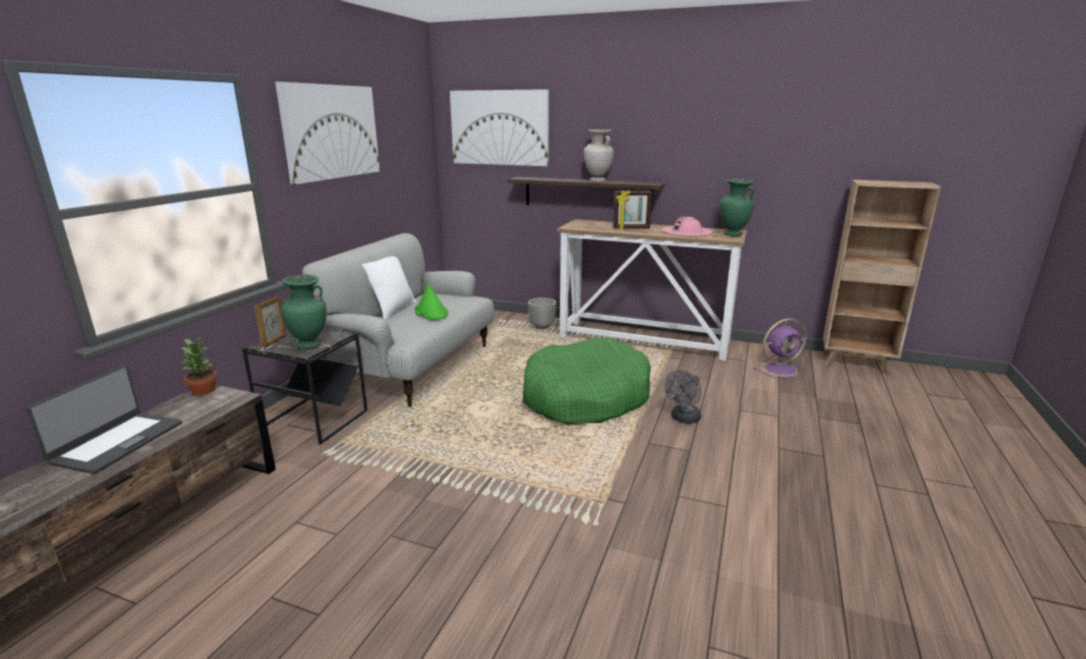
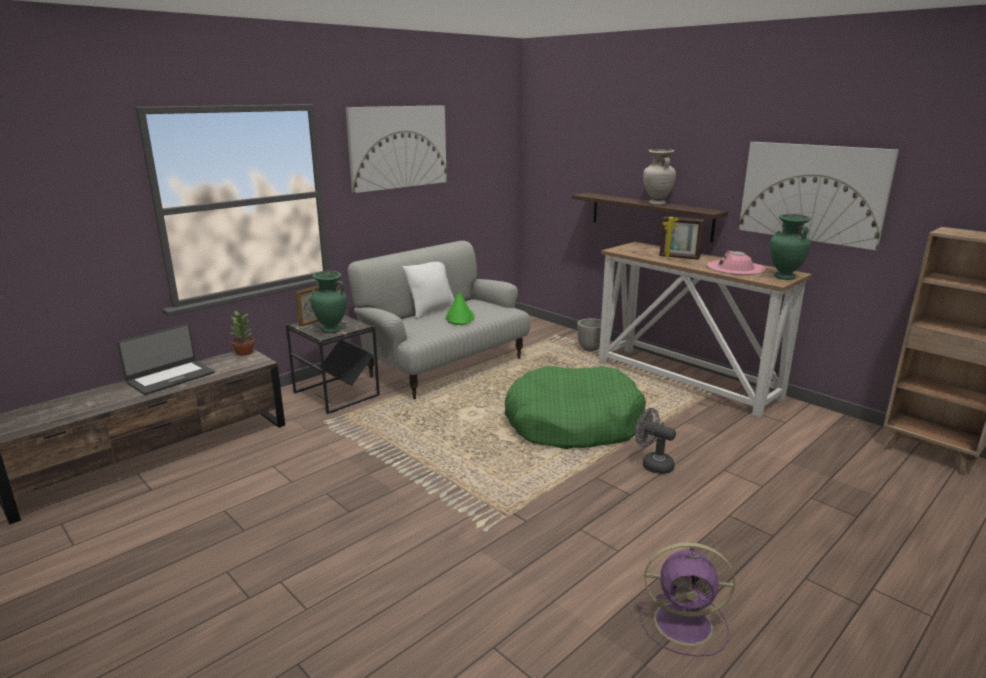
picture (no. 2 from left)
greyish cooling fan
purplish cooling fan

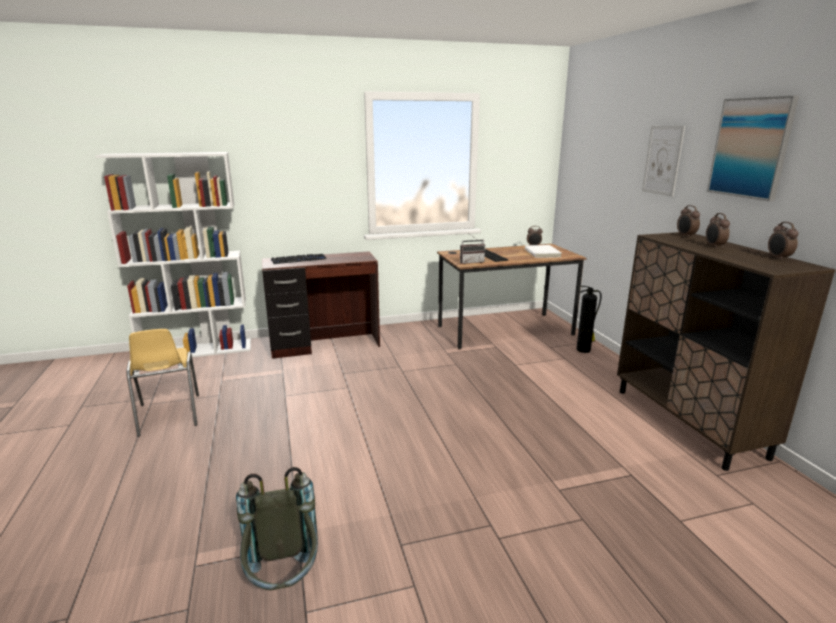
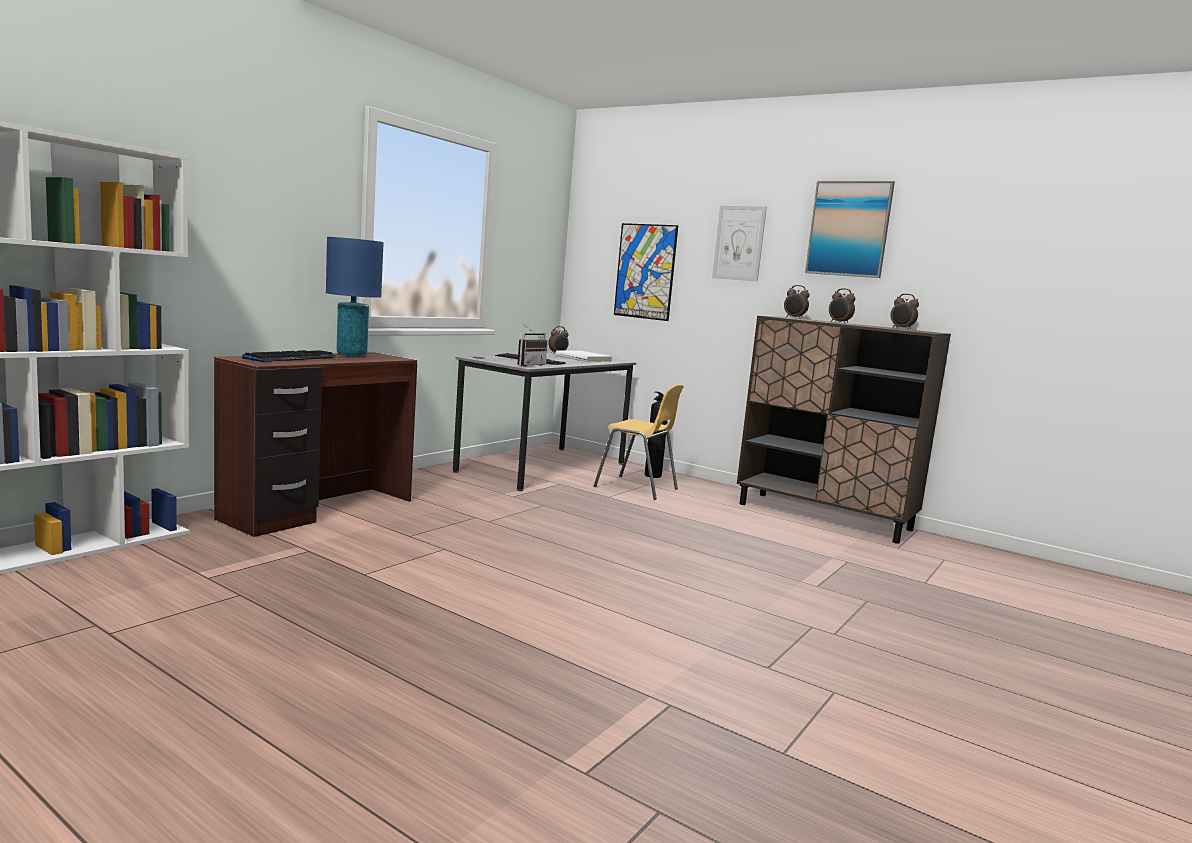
yellowish upright chair
greyish backpack
greyish desk
blue tabletop lamp
picture (no. 1 from left)

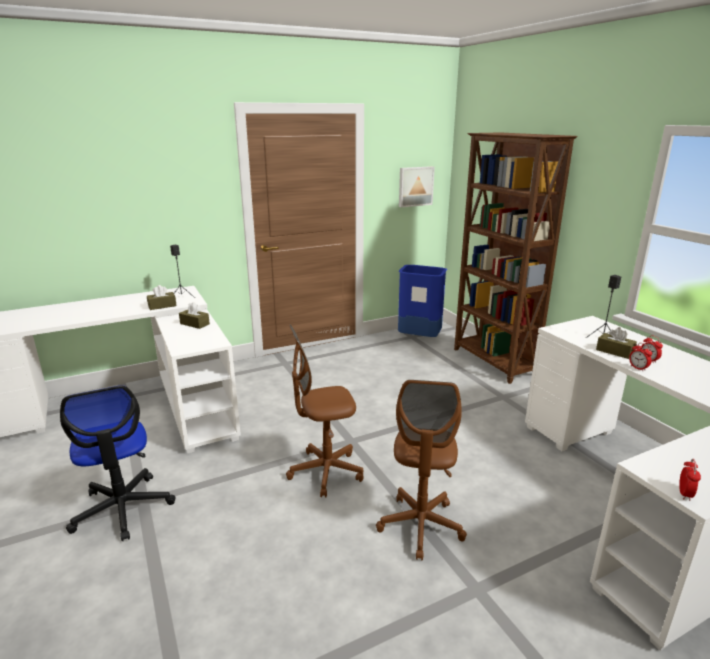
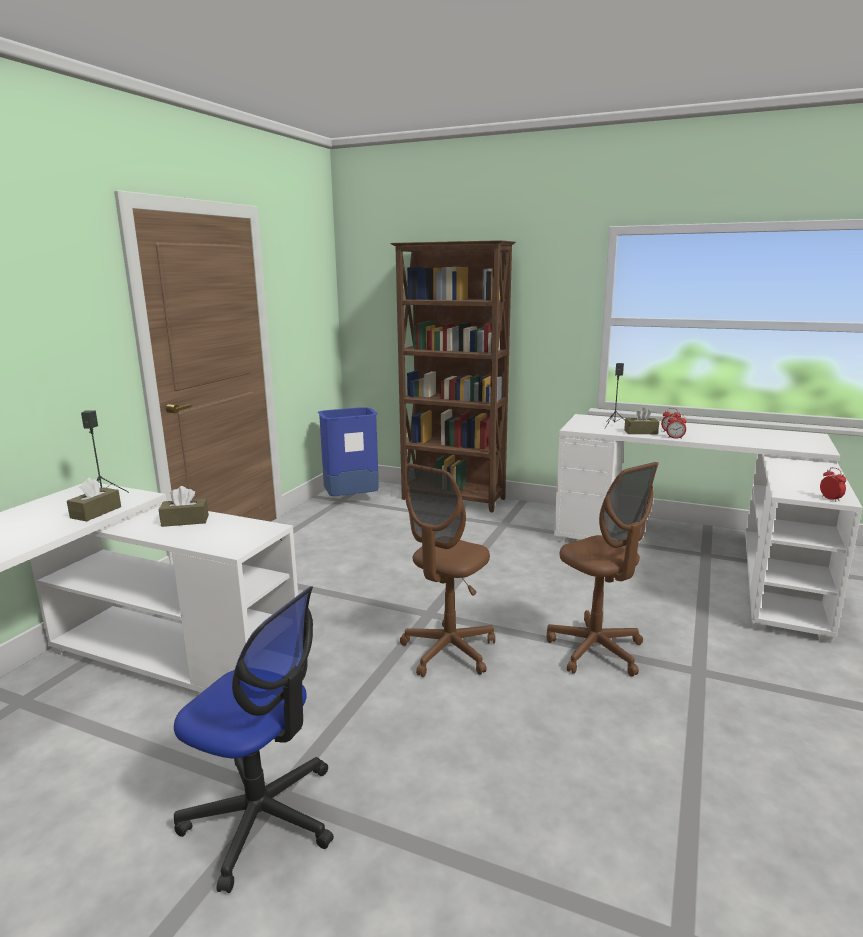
picture

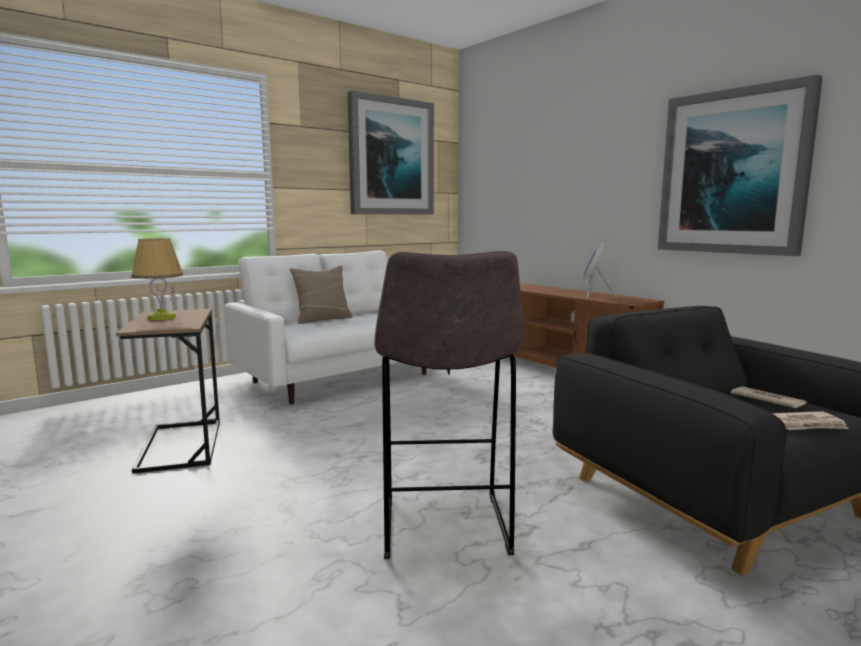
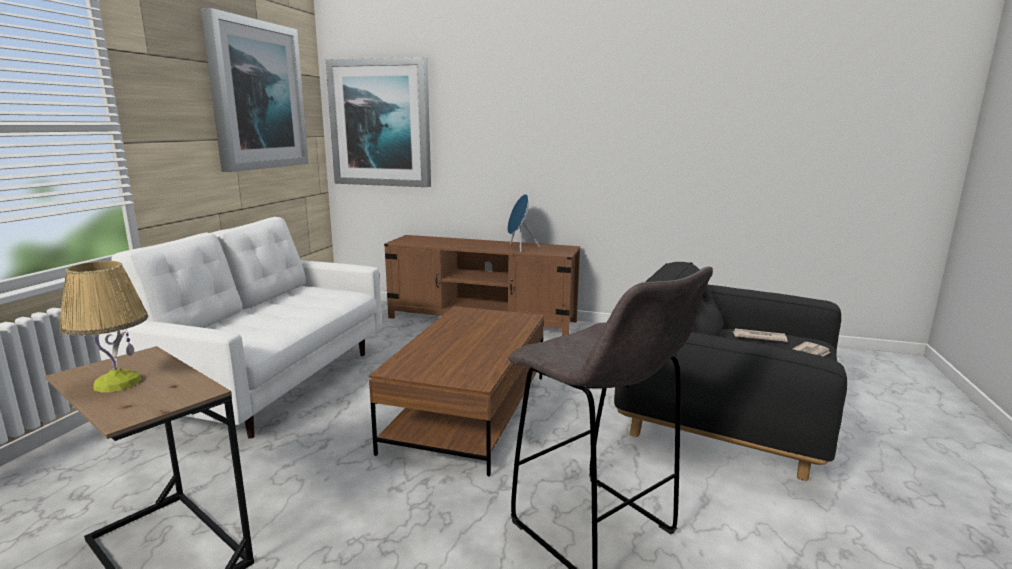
beige-coloured pillow
picture (no. 2 from left)
brown-coloured coffee table

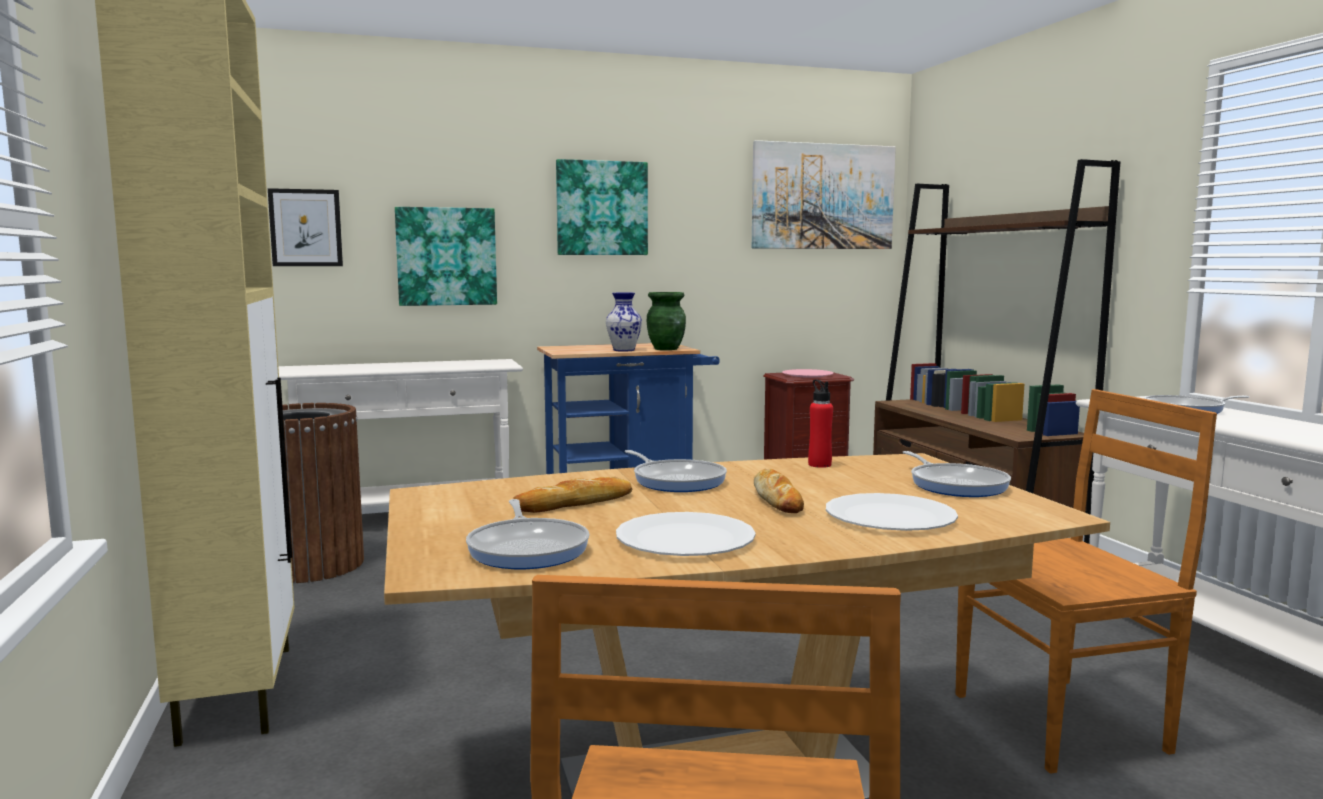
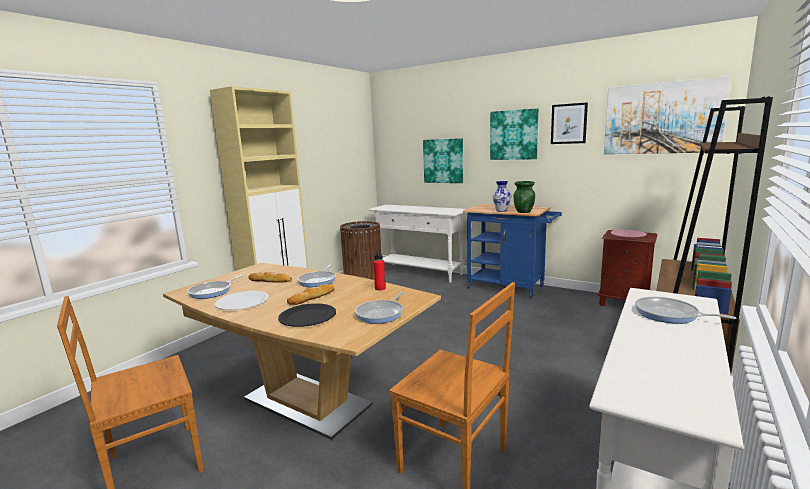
picture (no. 3 from left)
black-coloured dinner plate

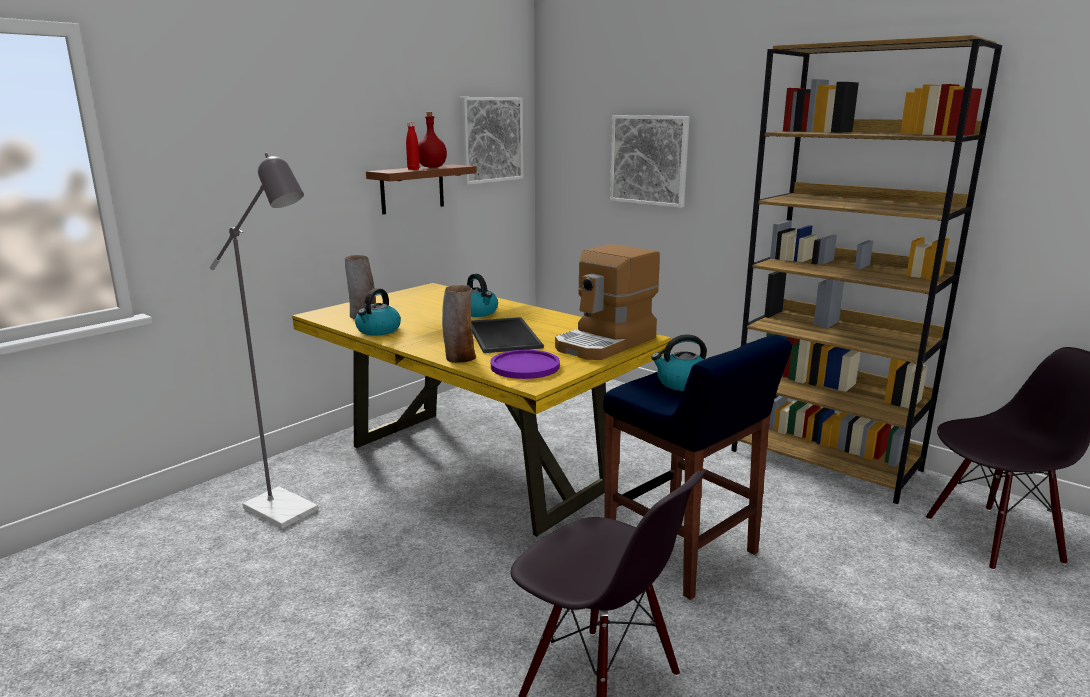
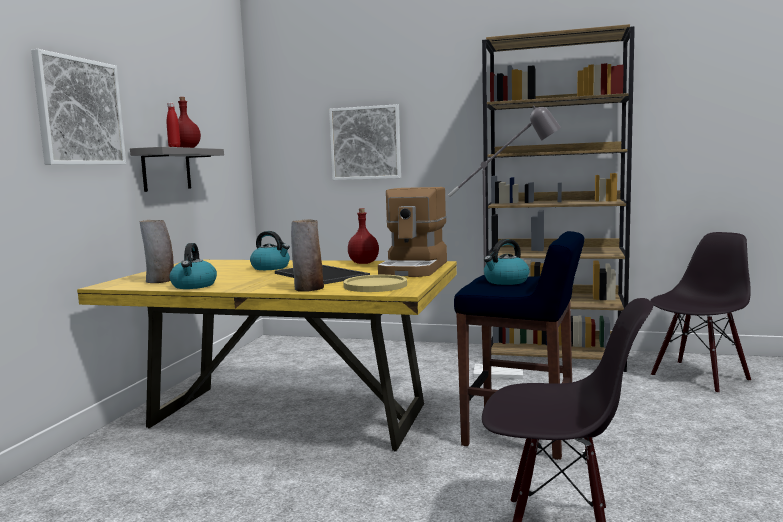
greyish standing lamp
greyish bracket shelf
picture (no. 1 from left)
yellowish dinner plate
red bottle (no. 3 from left)

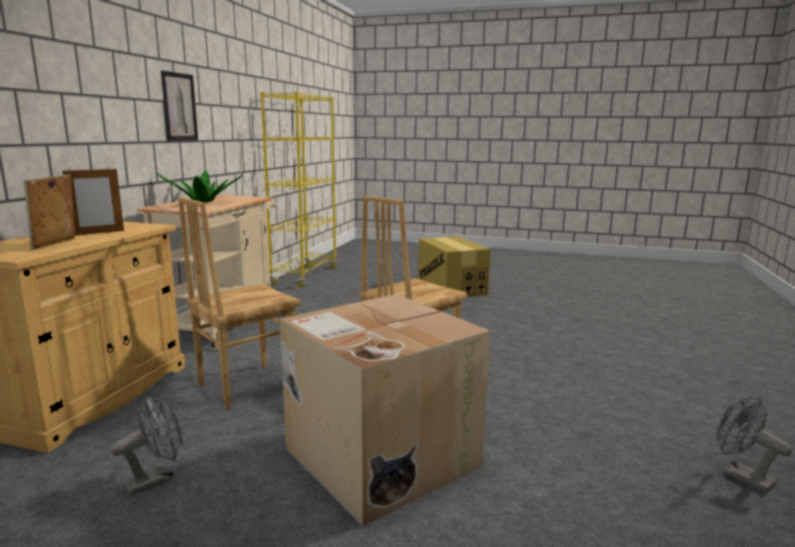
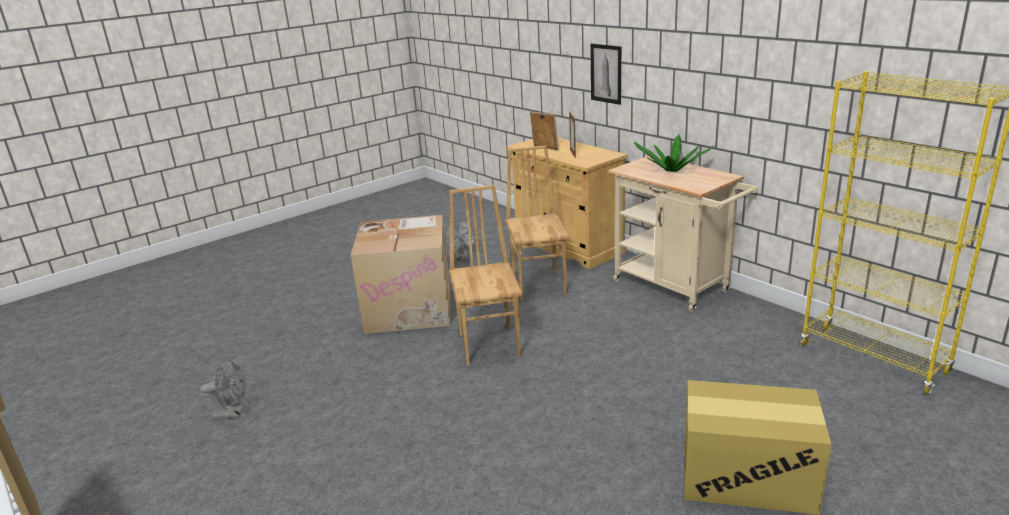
picture

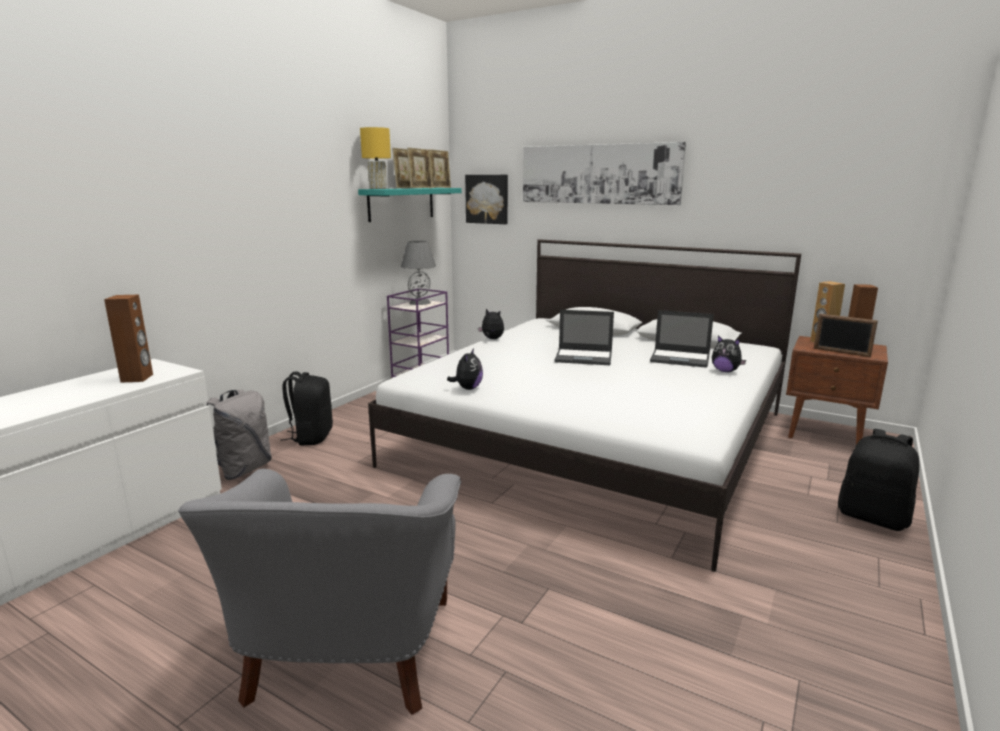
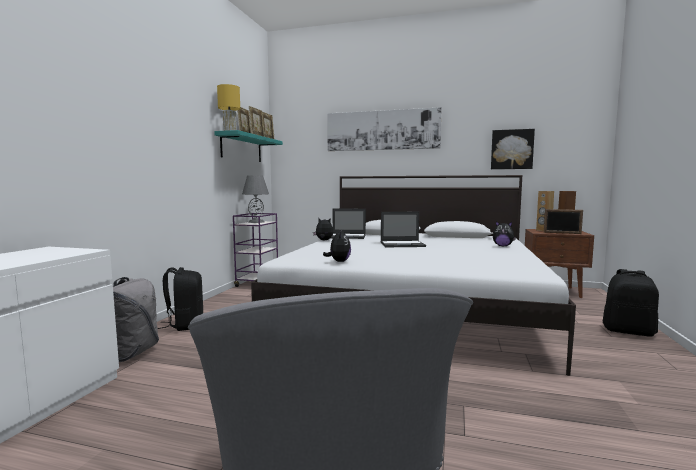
brown-coloured audio speaker (no. 1 from left in the first image)
picture (no. 2 from left)
notebook computer (no. 1 from left)

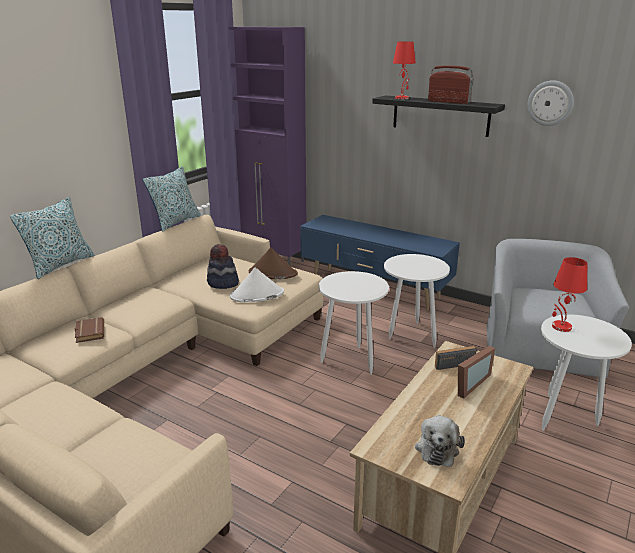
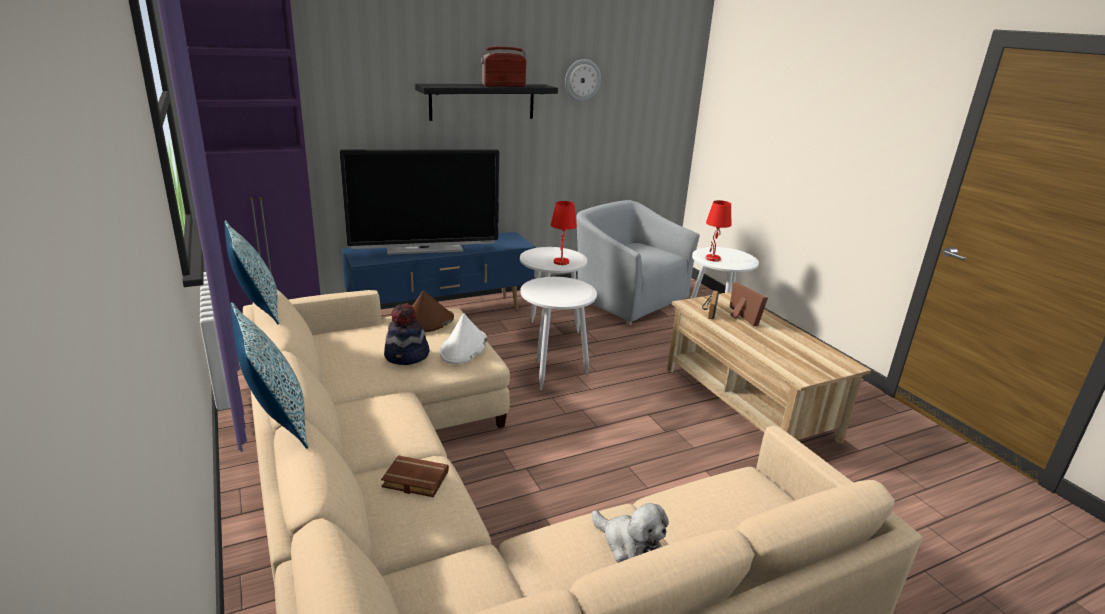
red tabletop lamp (no. 1 from left)
plush toy
TV

